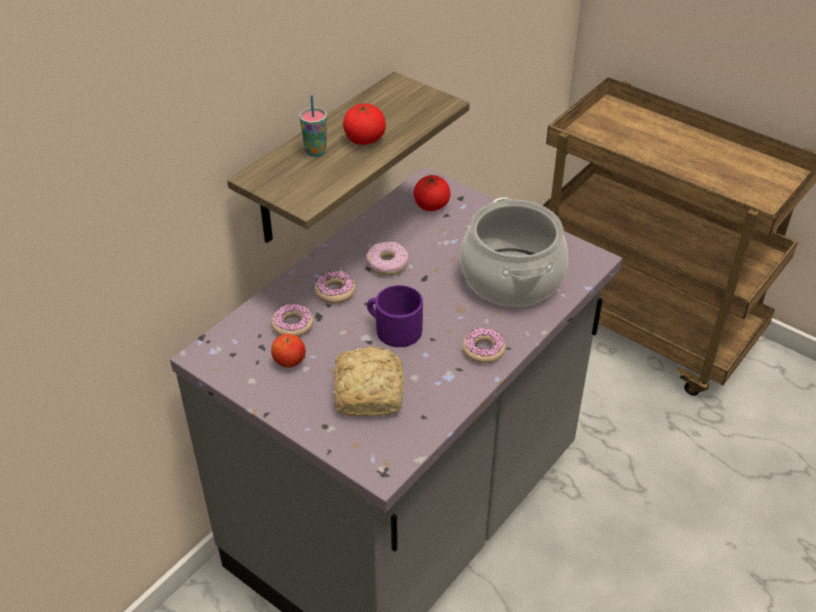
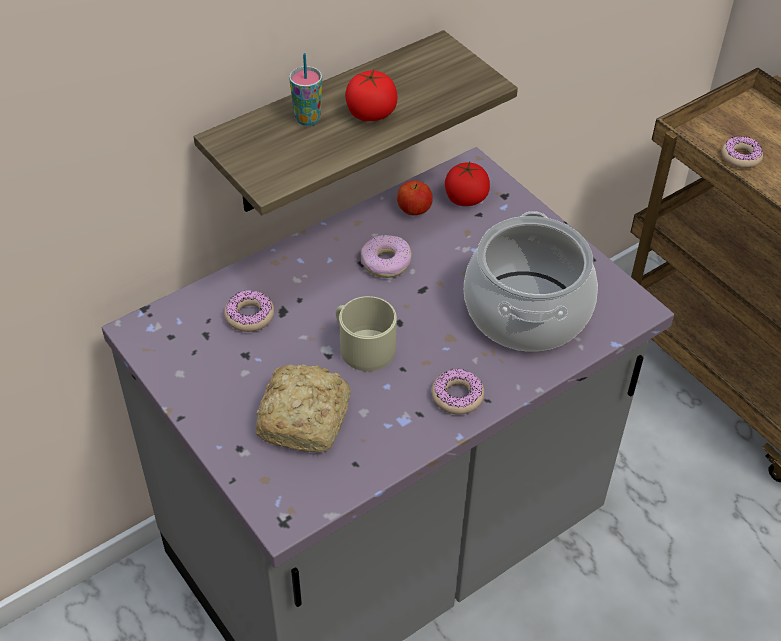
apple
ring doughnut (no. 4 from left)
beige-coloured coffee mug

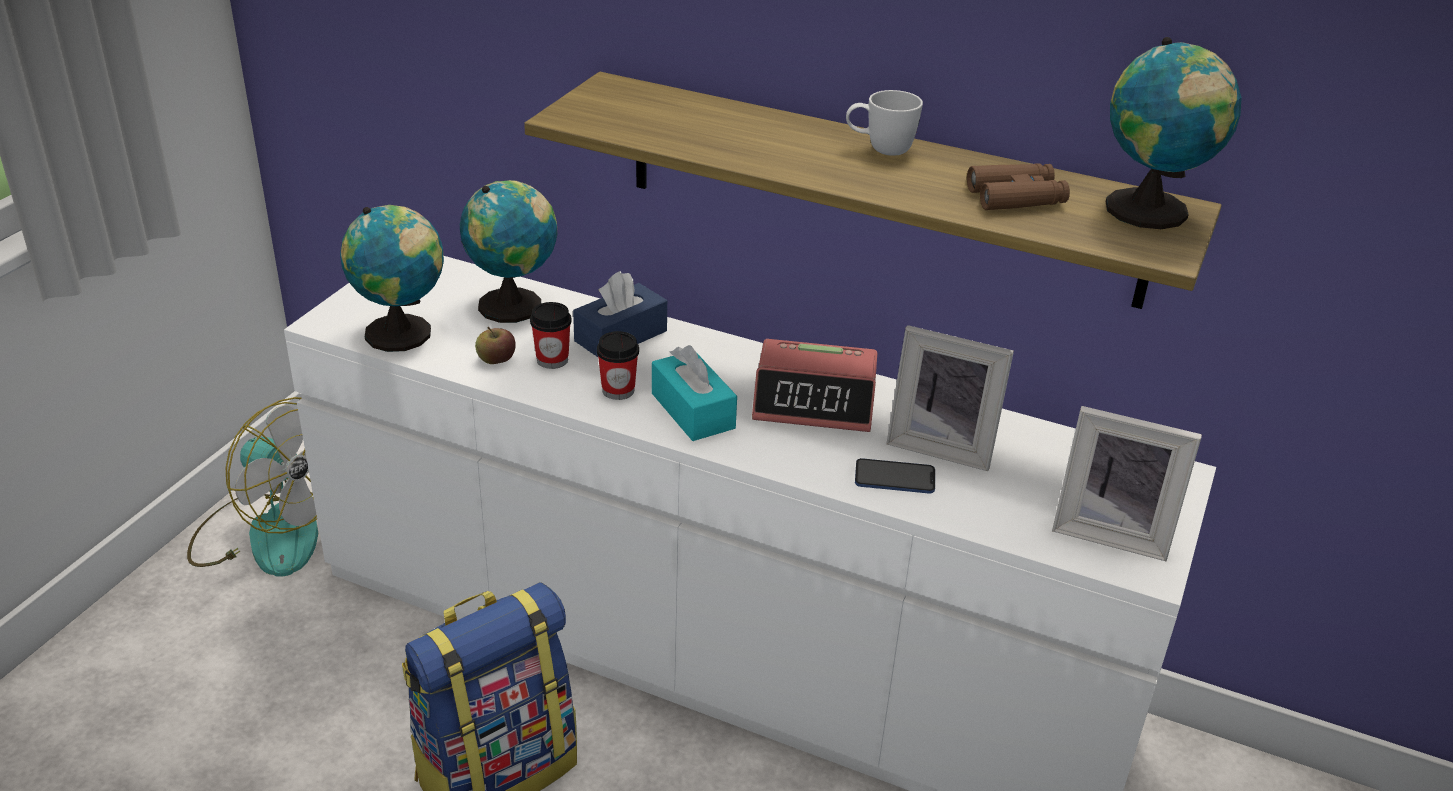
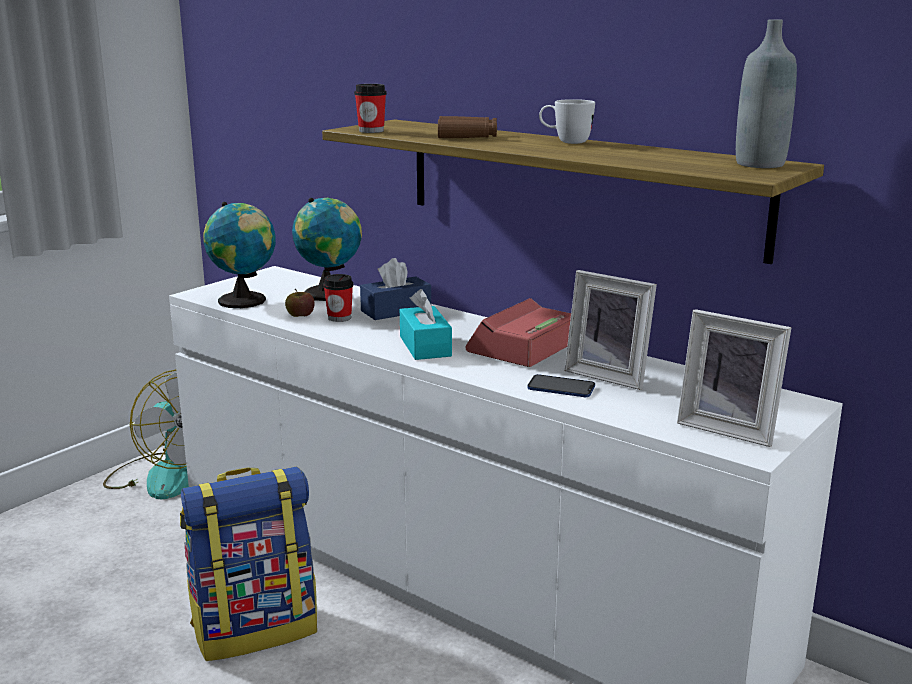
cup (no. 2 from left)
bedside clock
brown-coloured pair of binoculars
greyish bottle

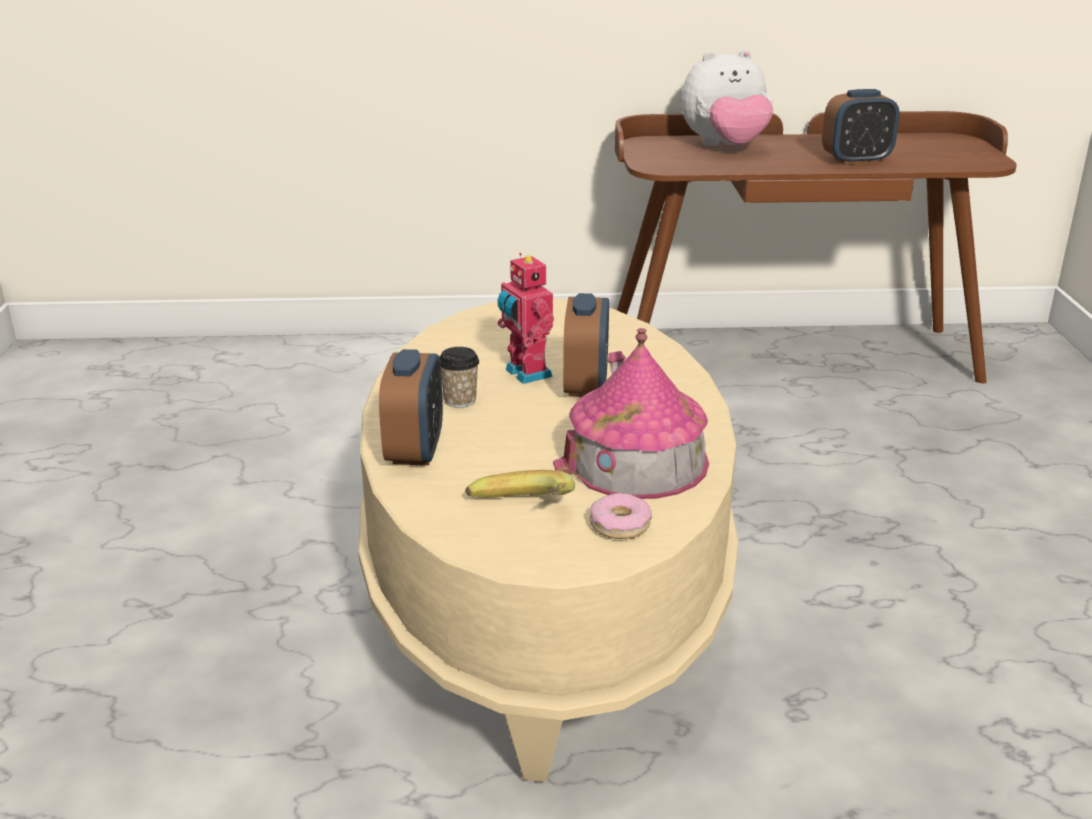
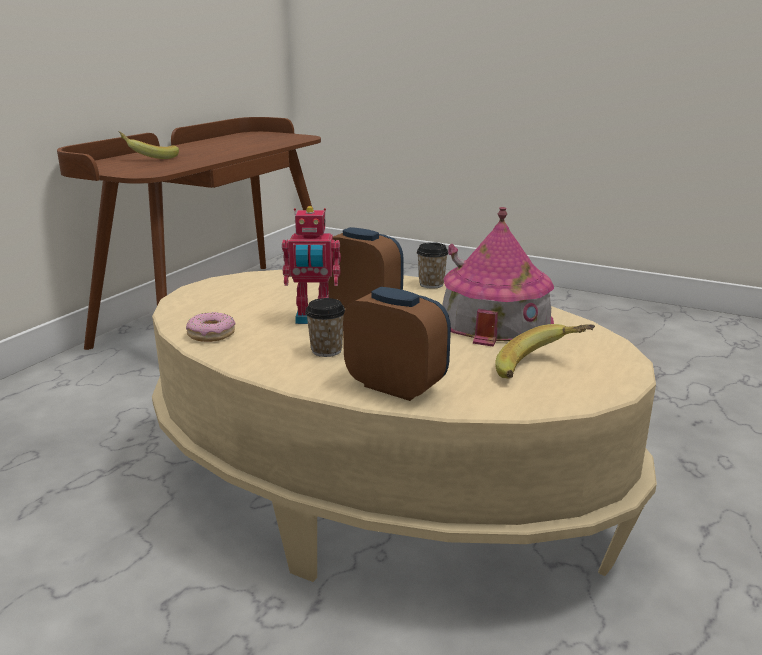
ring doughnut
whole banana (no. 1 from left)
bedside clock (no. 3 from left in the first image)
cup (no. 2 from left)

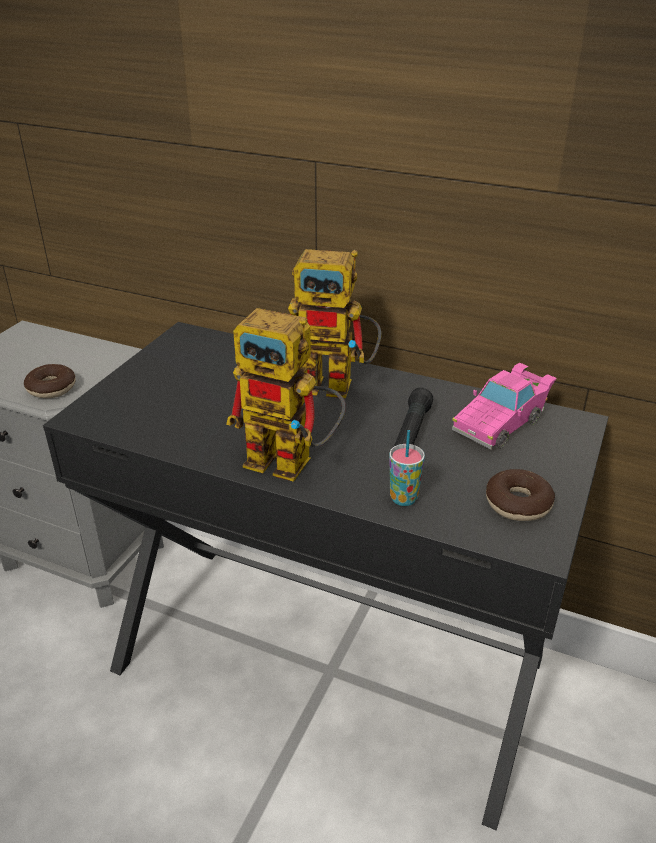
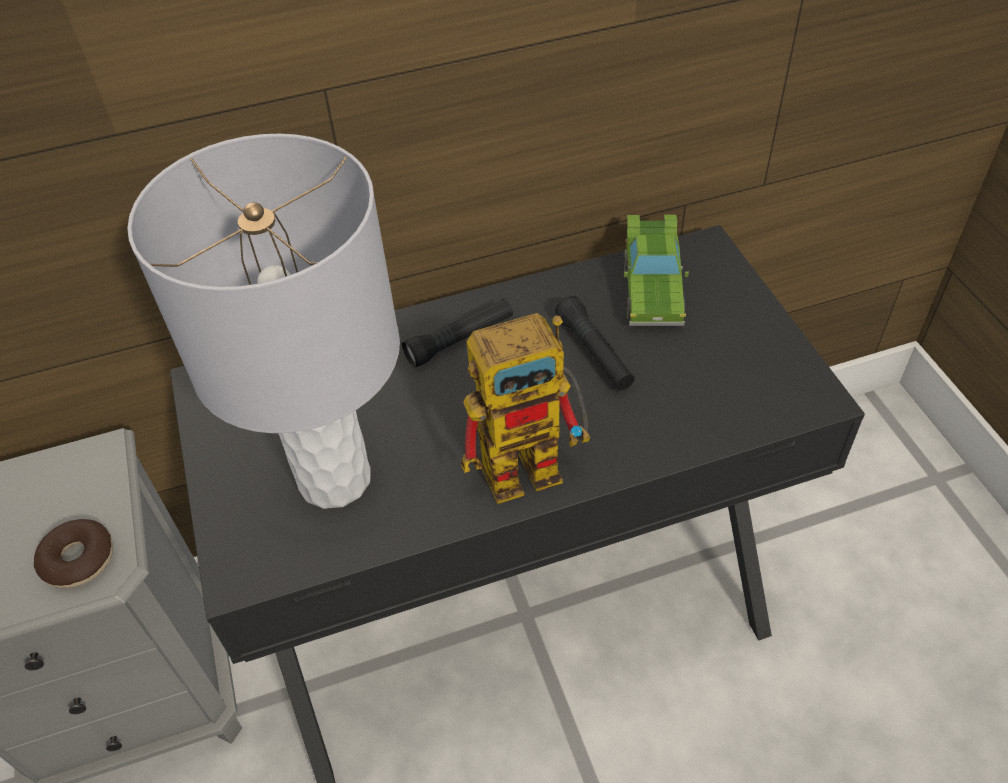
black-coloured torch (no. 1 from left)
cup
greenish model car
ring doughnut (no. 2 from left in the first image)
greyish tabletop lamp

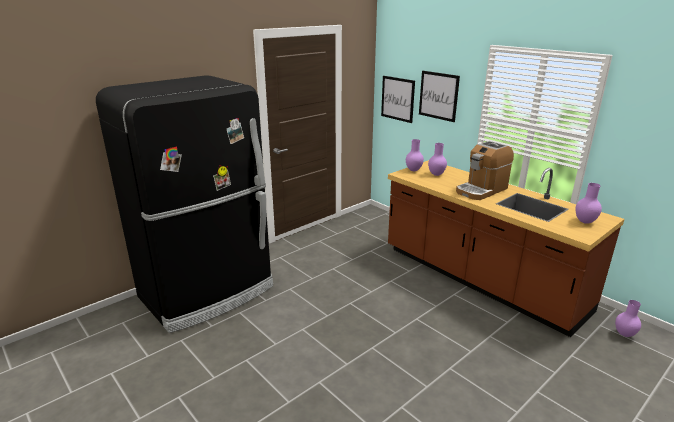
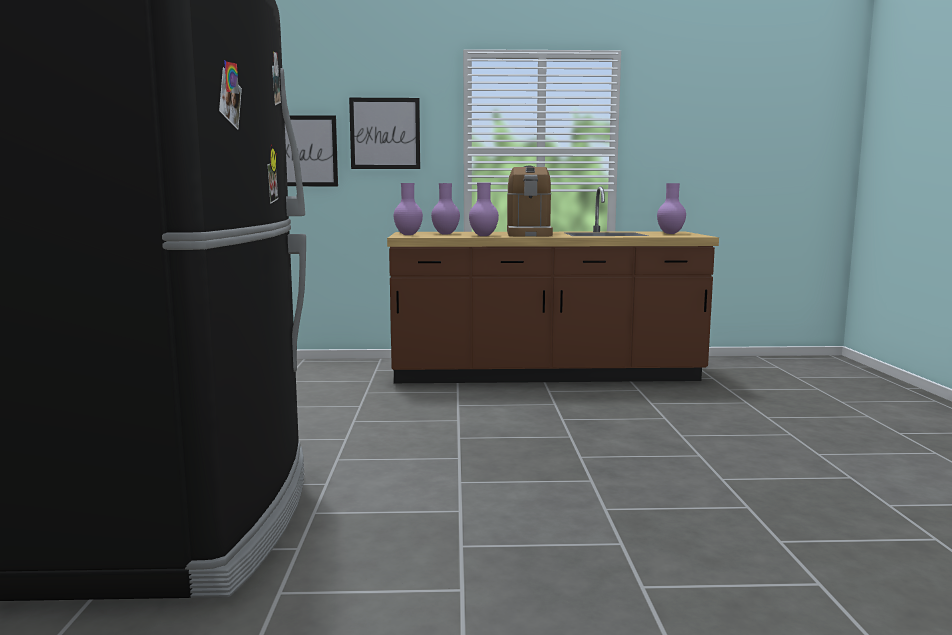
purplish flower vase (no. 3 from left)

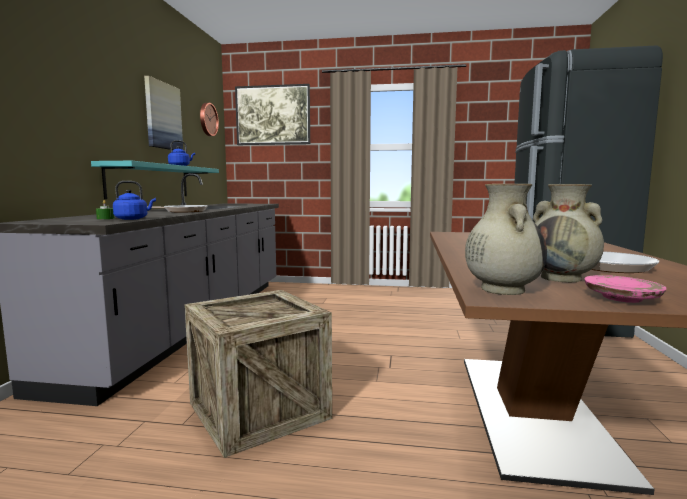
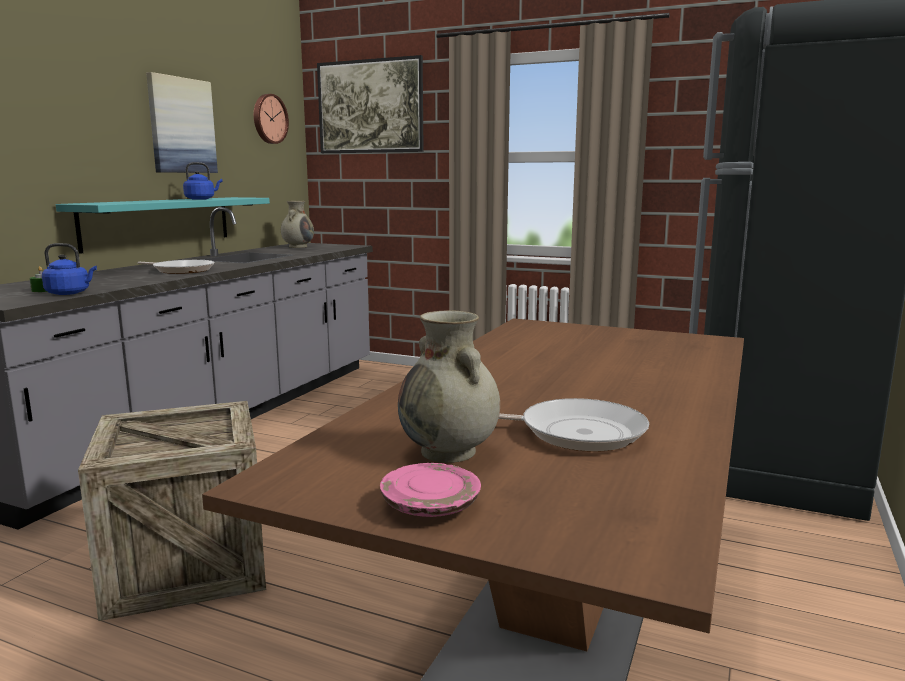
beige-coloured flower vase (no. 1 from left)

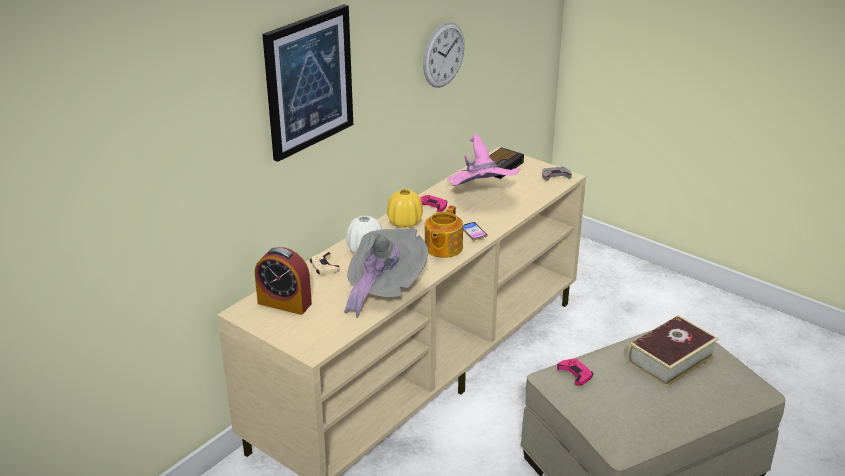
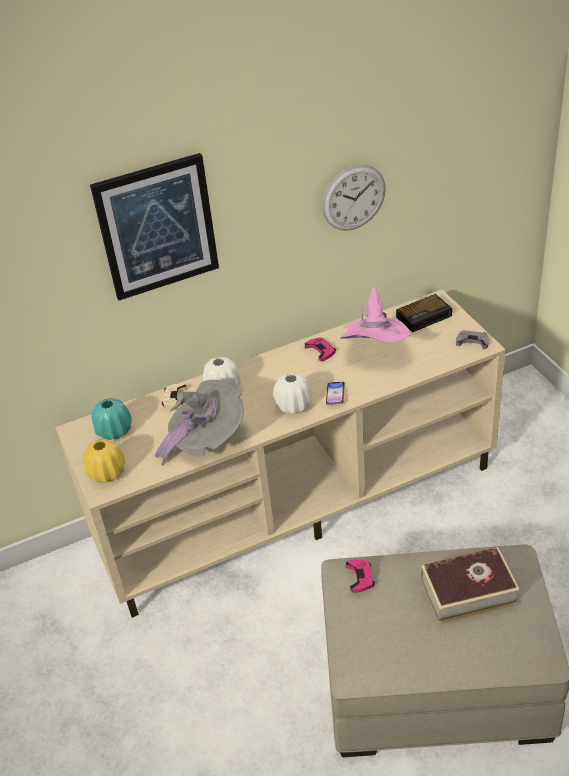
turquoise-coloured flower vase
yellowish flower vase
whitish flower vase (no. 2 from left)

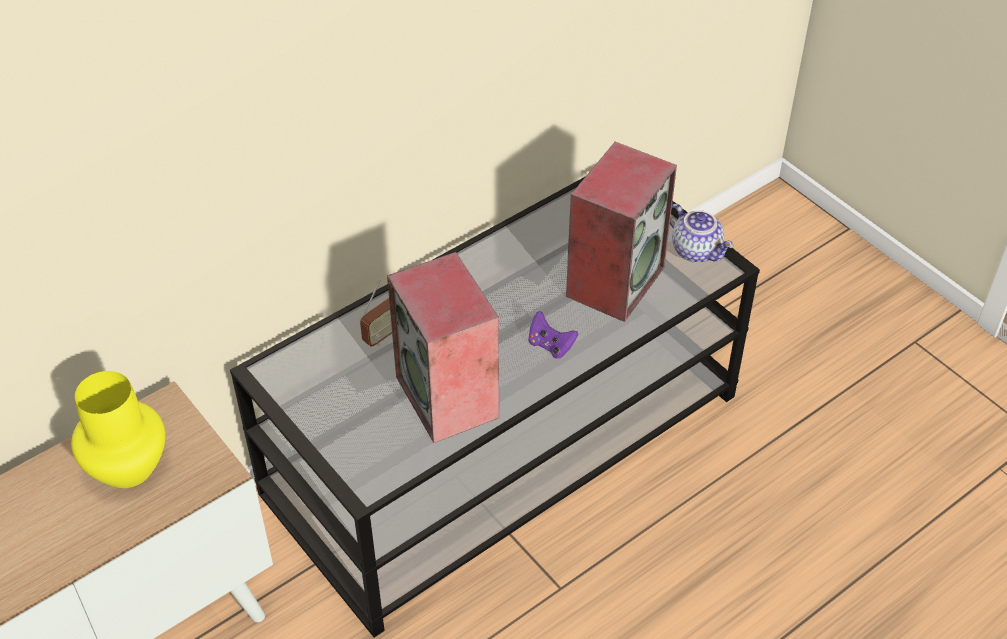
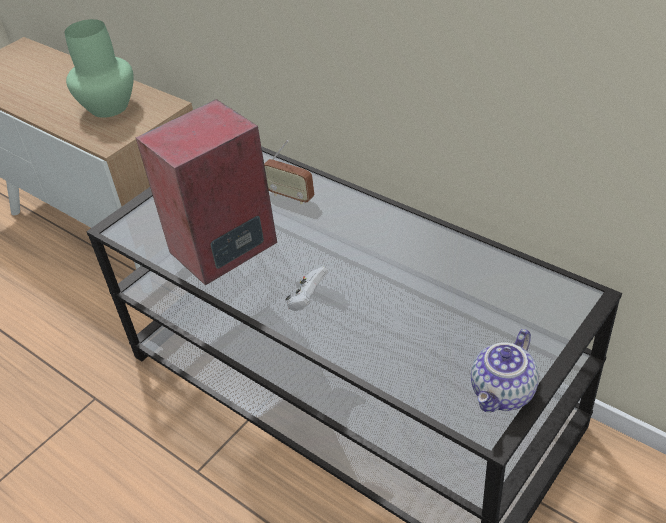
greenish flower vase
whitish gamepad
audio speaker (no. 2 from left in the first image)

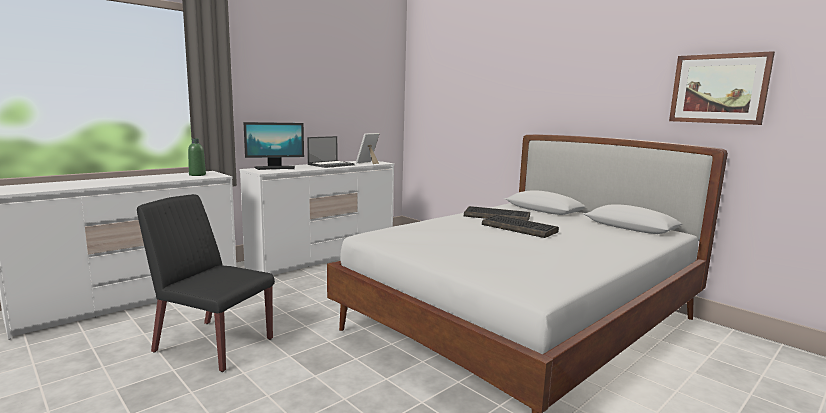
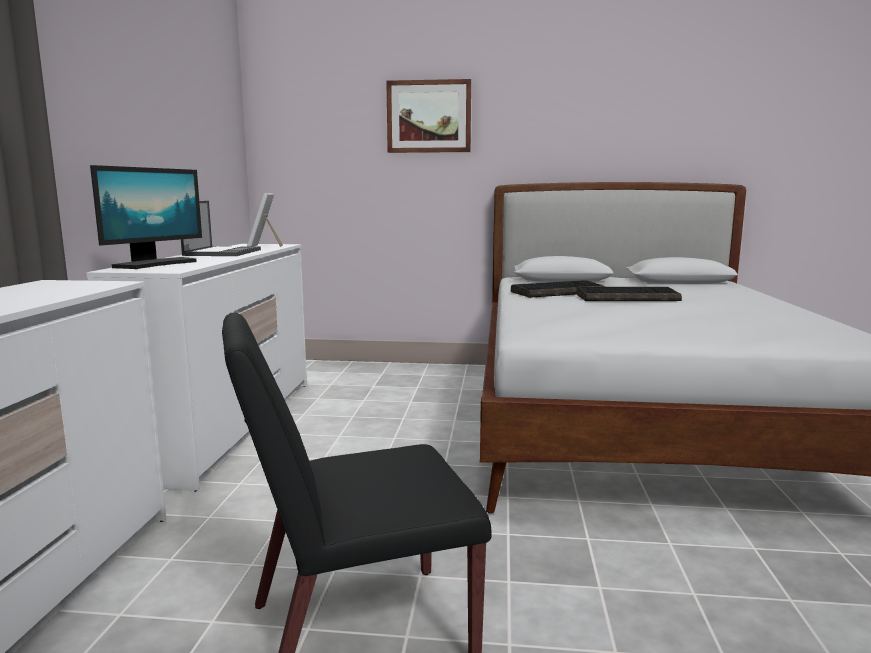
greenish bottle
picture

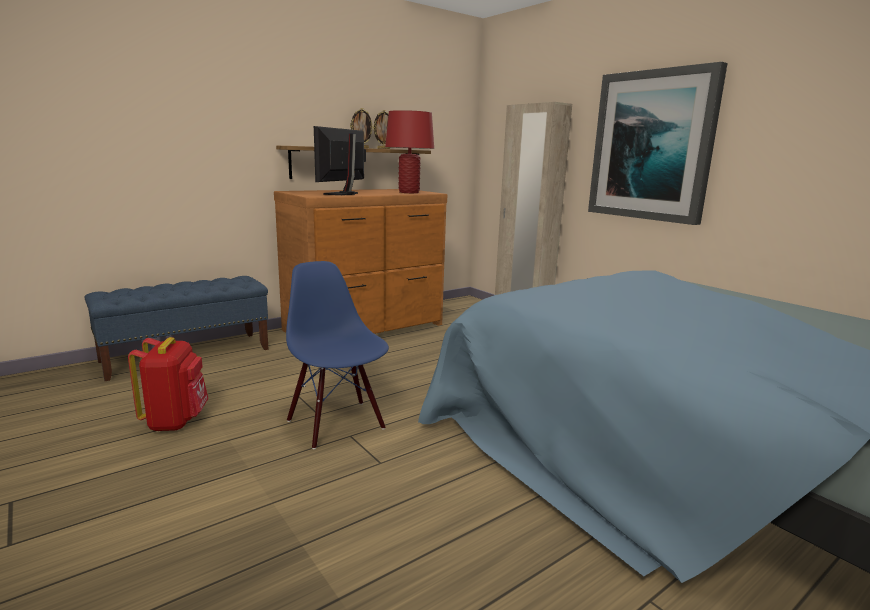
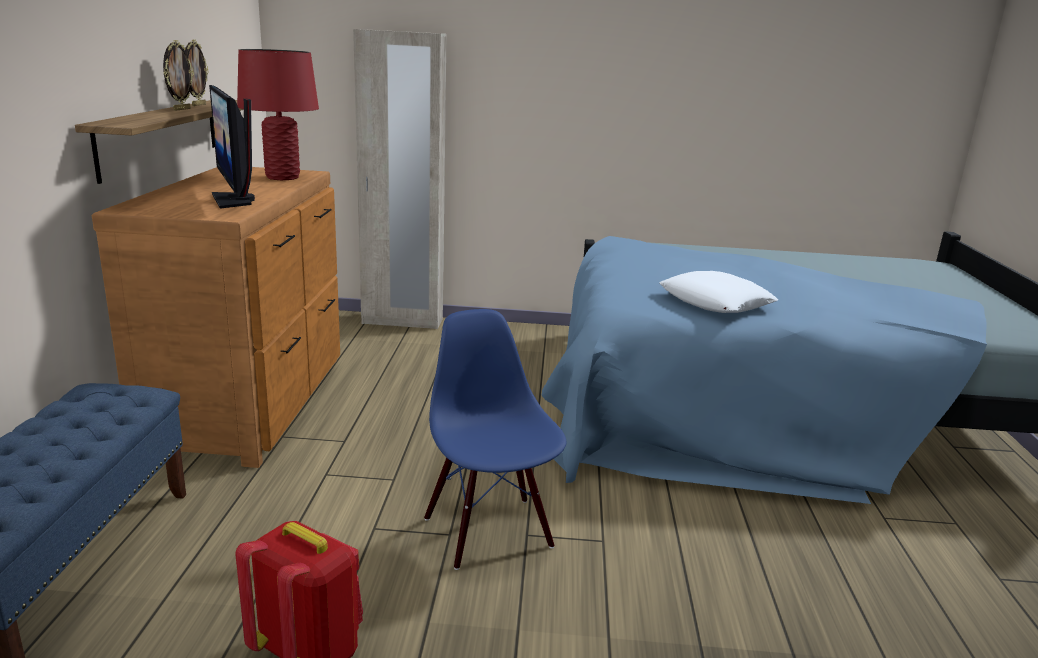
blue upright chair
picture
whitish pillow

